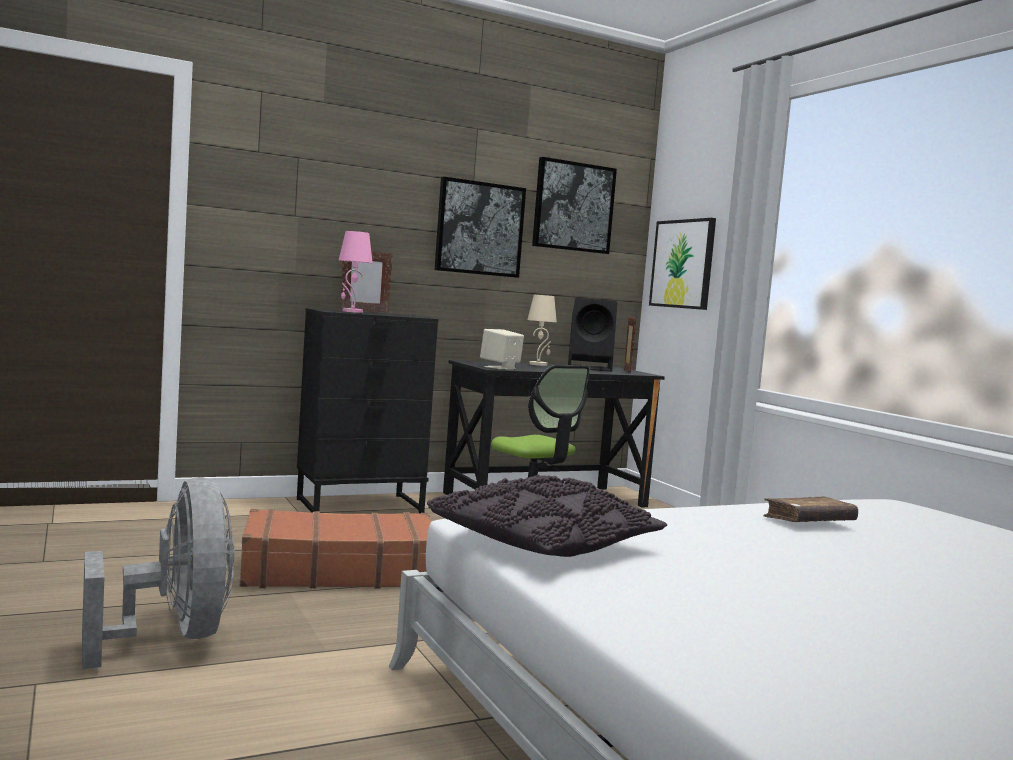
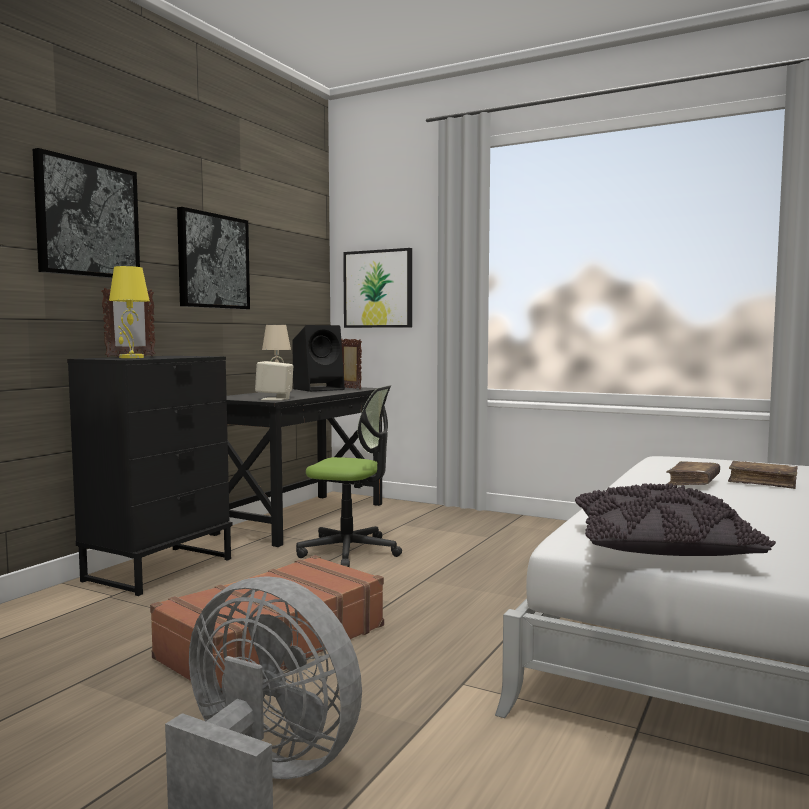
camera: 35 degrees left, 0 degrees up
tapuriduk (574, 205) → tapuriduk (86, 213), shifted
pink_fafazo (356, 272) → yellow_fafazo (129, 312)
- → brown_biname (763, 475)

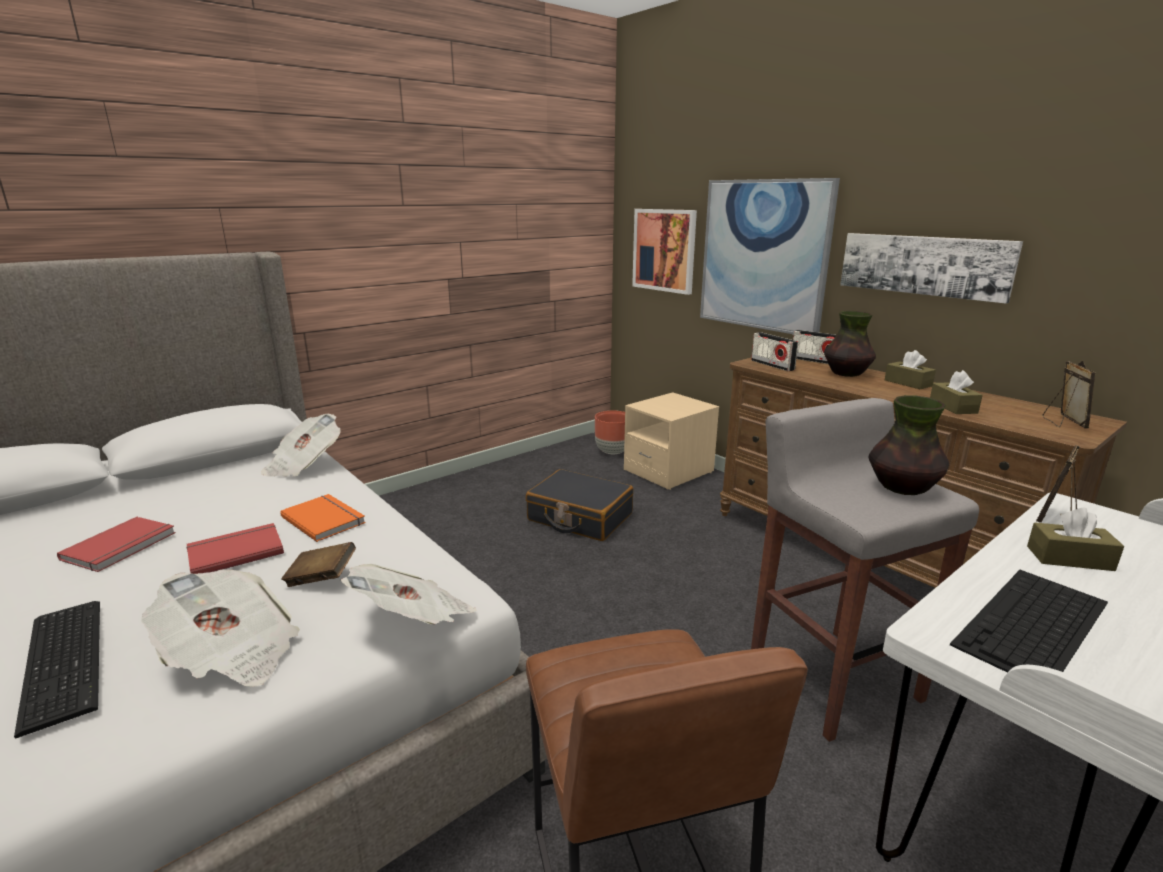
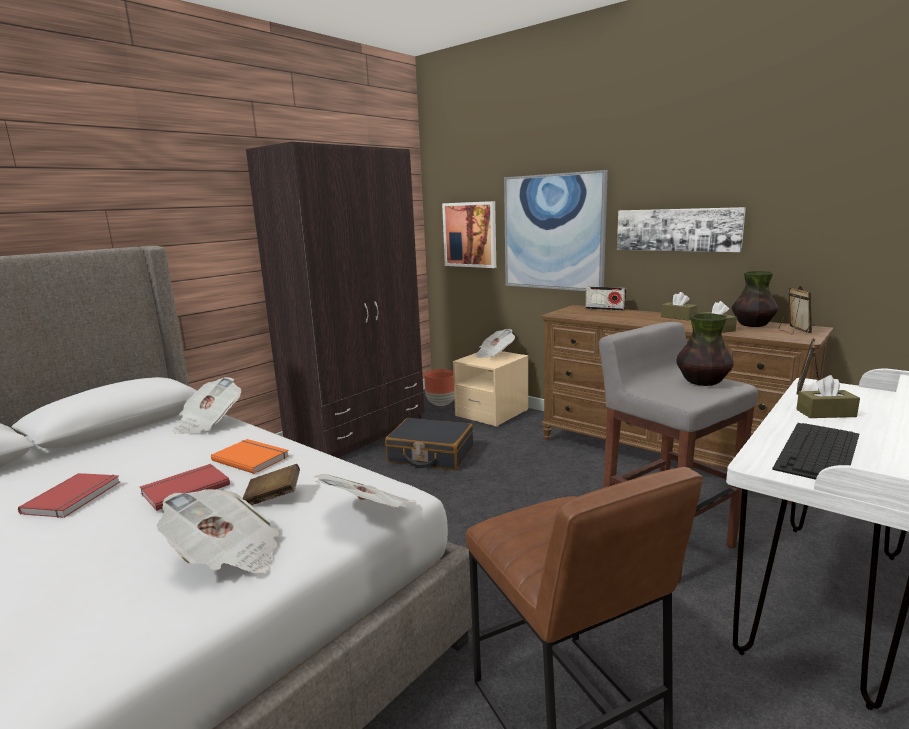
camera: 10 degrees left, 5 degrees down
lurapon (850, 344) → lurapon (755, 299), shifted
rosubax (774, 351) → -
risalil (57, 670) → -
- → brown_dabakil (335, 300)
- → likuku (494, 343)

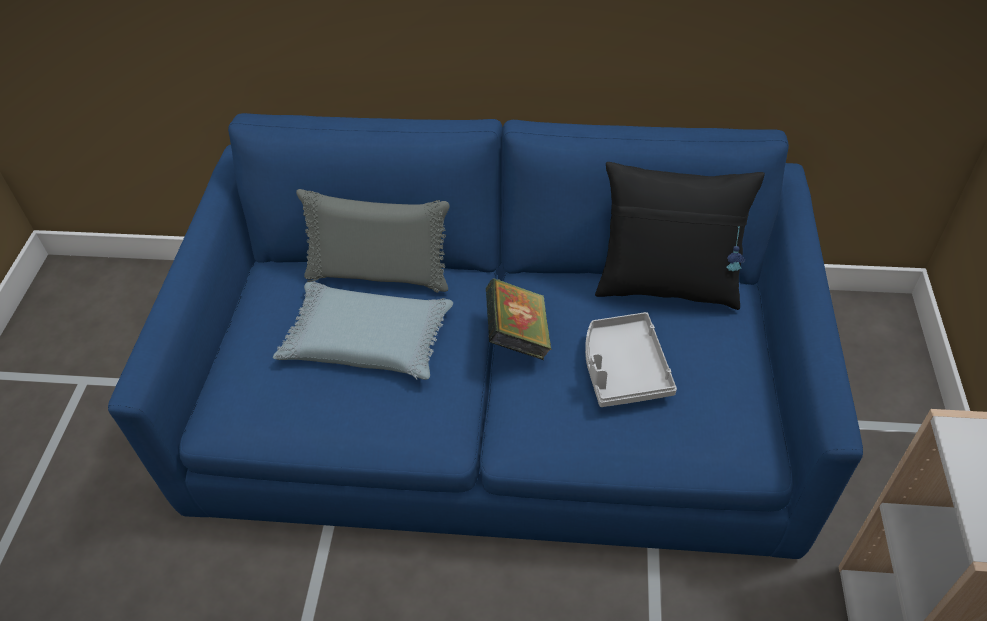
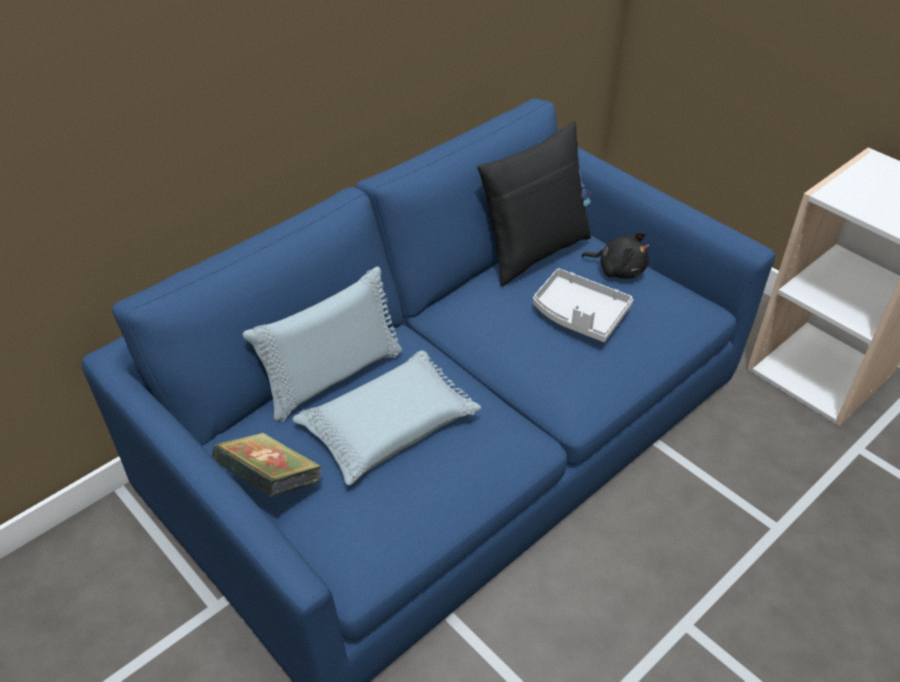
camera: 50 degrees left, 5 degrees down
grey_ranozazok (372, 241) → blue_ranozazok (322, 344)
biname (519, 319) → biname (267, 465), shifted
- → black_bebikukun (615, 255)

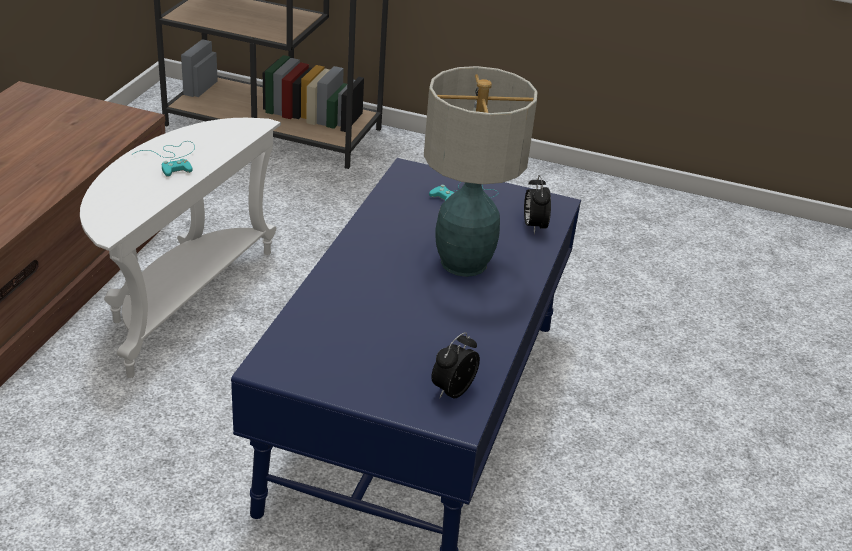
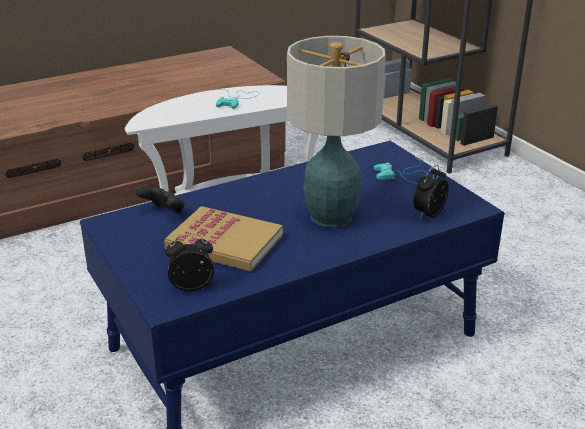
camera: 45 degrees right, 5 degrees down
- → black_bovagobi (160, 199)
- → biname (223, 239)

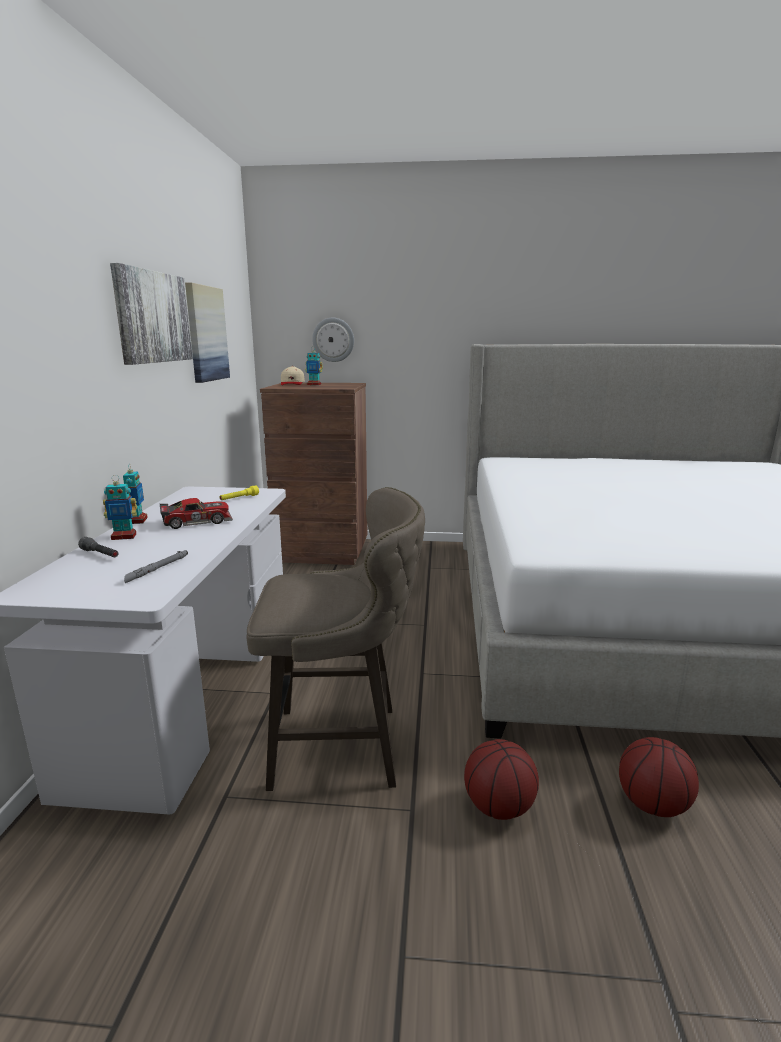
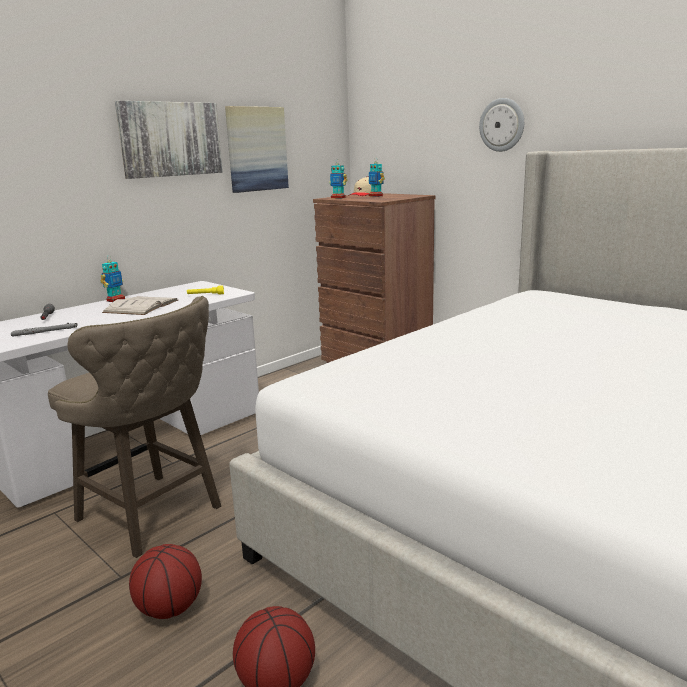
camera: 40 degrees right, 0 degrees up
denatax (333, 340) → denatax (501, 125), shifted
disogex (120, 507) → disogex (338, 180), shifted
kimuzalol (196, 513) → white_biname (140, 305)

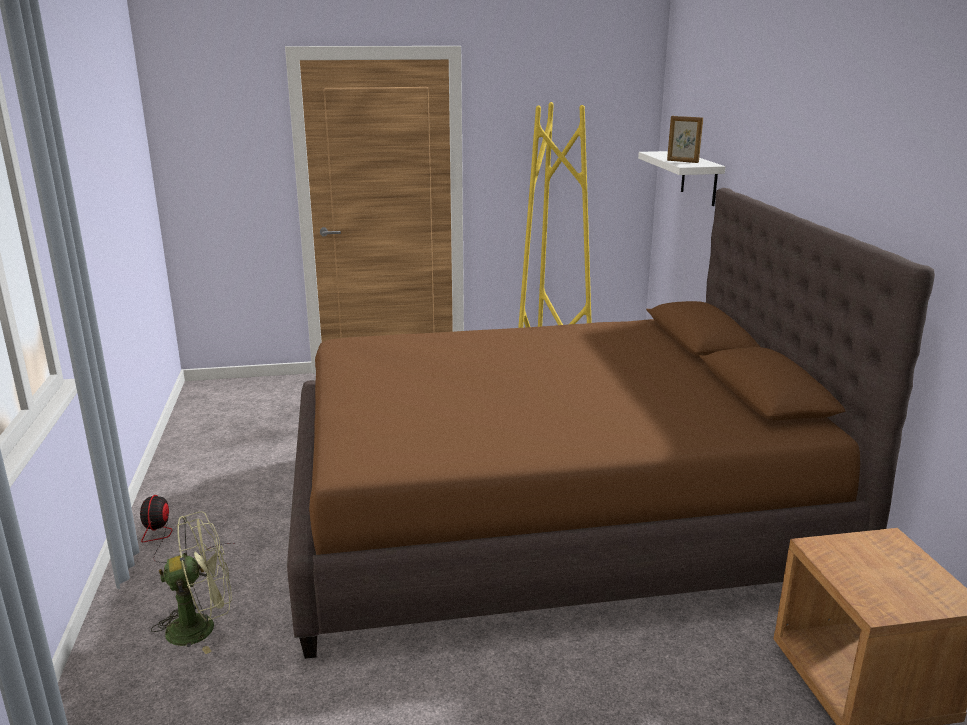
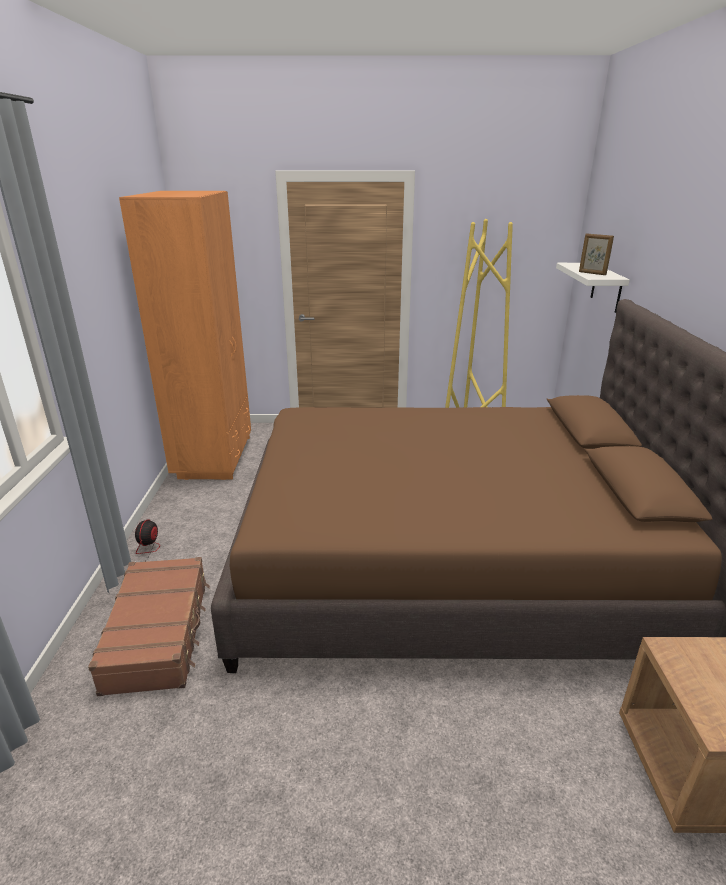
camera: 10 degrees right, 5 degrees up
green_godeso (191, 582) → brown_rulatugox (149, 626)
- → orange_dabakil (185, 335)

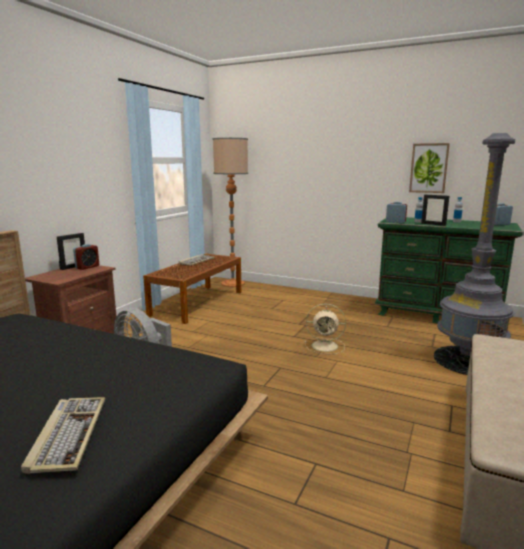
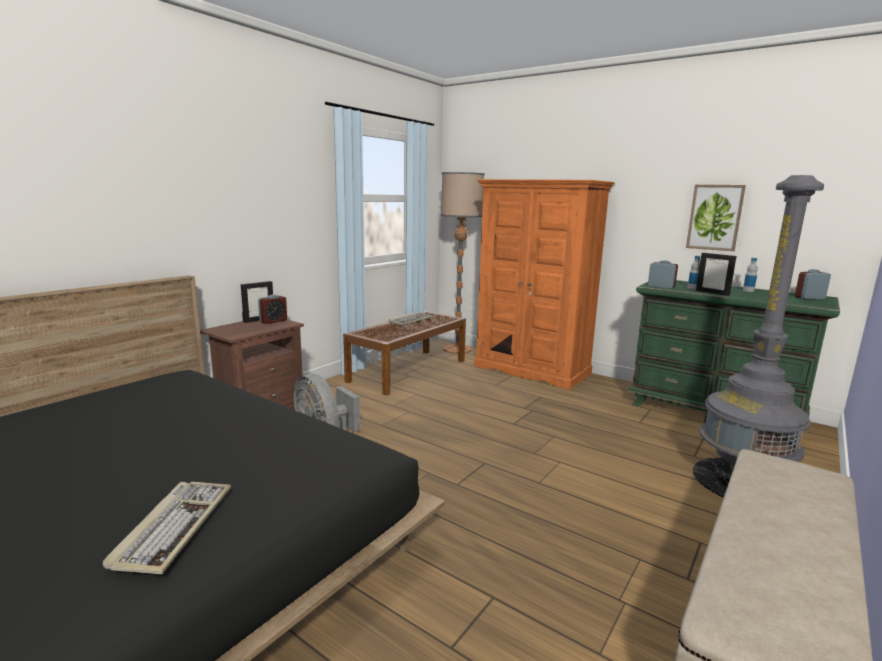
camera: 10 degrees right, 0 degrees up
beige_godeso (325, 329) → -
- → orange_dabakil (544, 284)

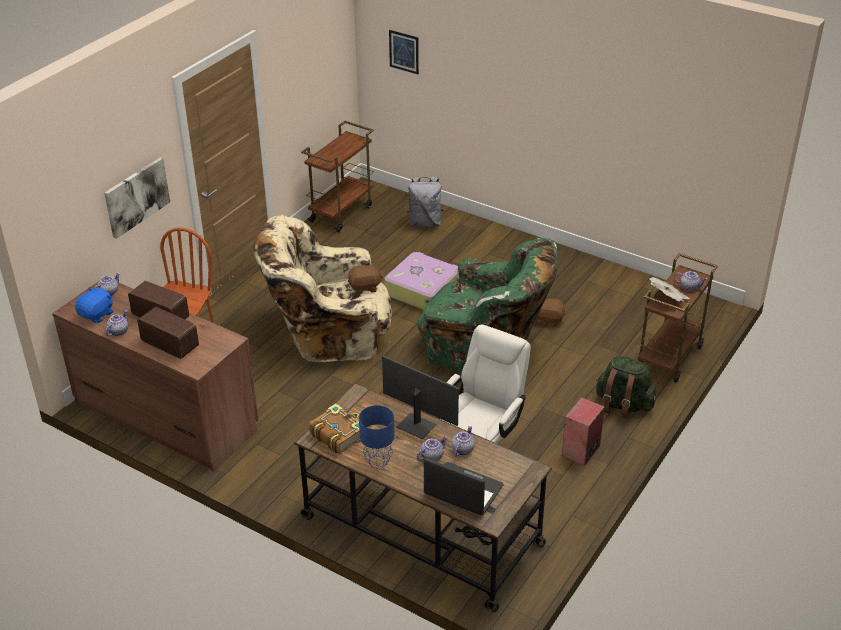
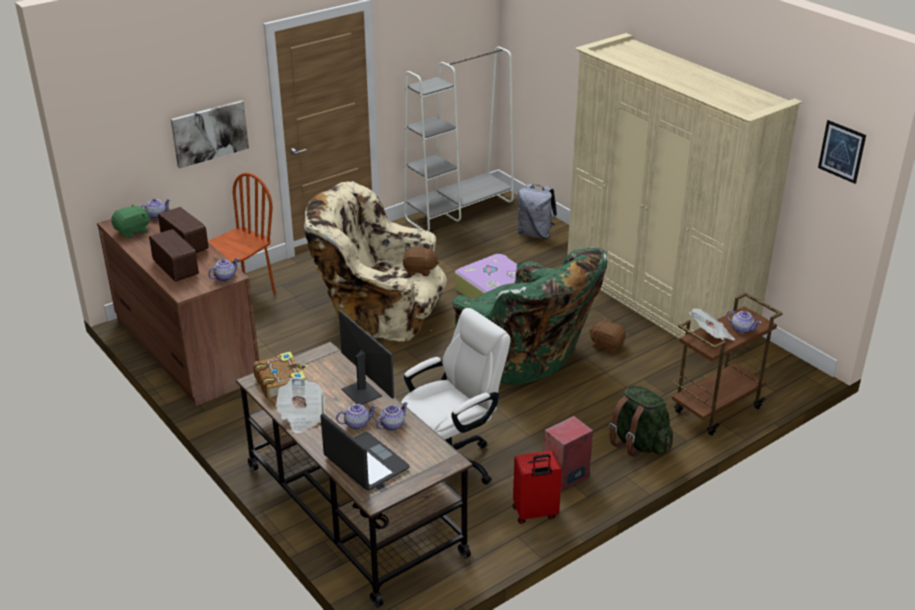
camera: 20 degrees right, 5 degrees down
tapuriduk (404, 52) → tapuriduk (842, 152), shifted
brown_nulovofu (337, 177) → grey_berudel (459, 138)
blue_bebikukun (94, 305) → green_bebikukun (130, 221)
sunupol (116, 323) → sunupol (223, 269), shifted
blue_fafazo (377, 437) → likuku (300, 405)
- → beige_dabakil (685, 186)
- → red_rulatugox (537, 487)

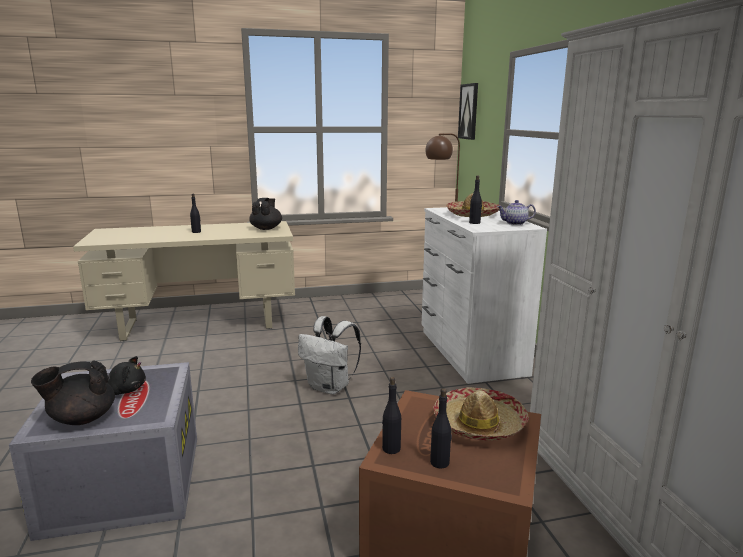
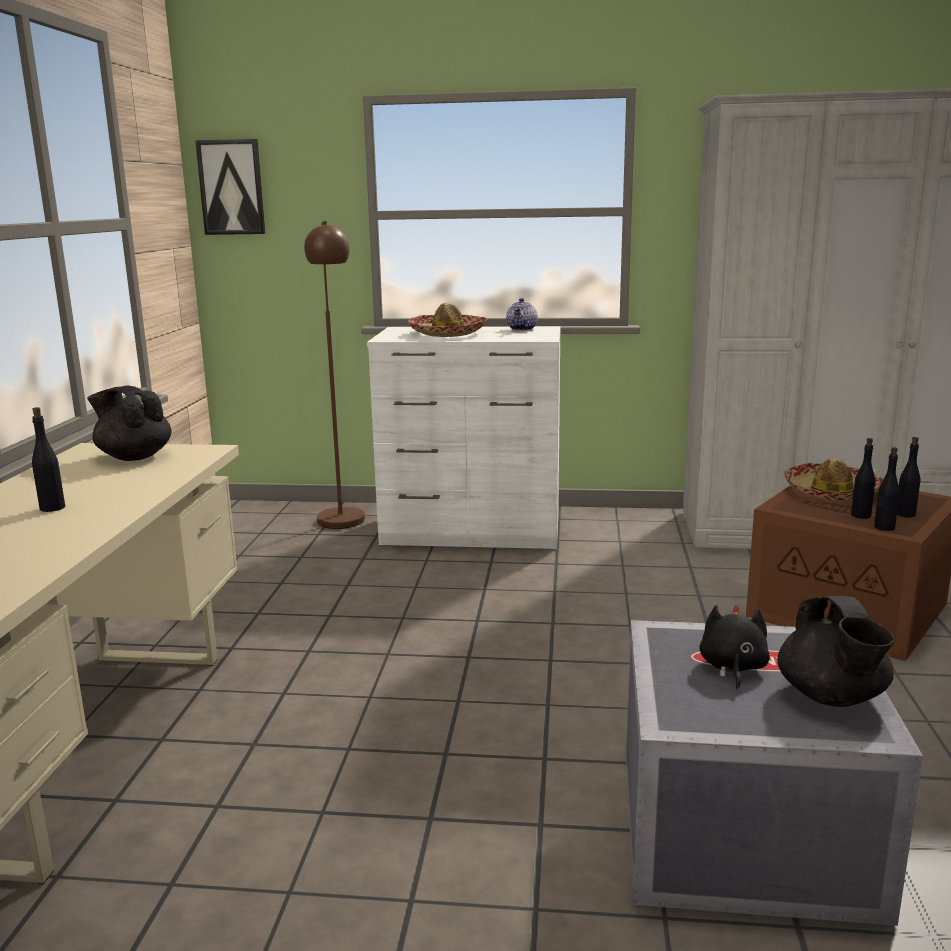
camera: 70 degrees left, 0 degrees up
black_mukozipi (475, 199) → black_mukozipi (863, 478), shifted
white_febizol (329, 355) → -

